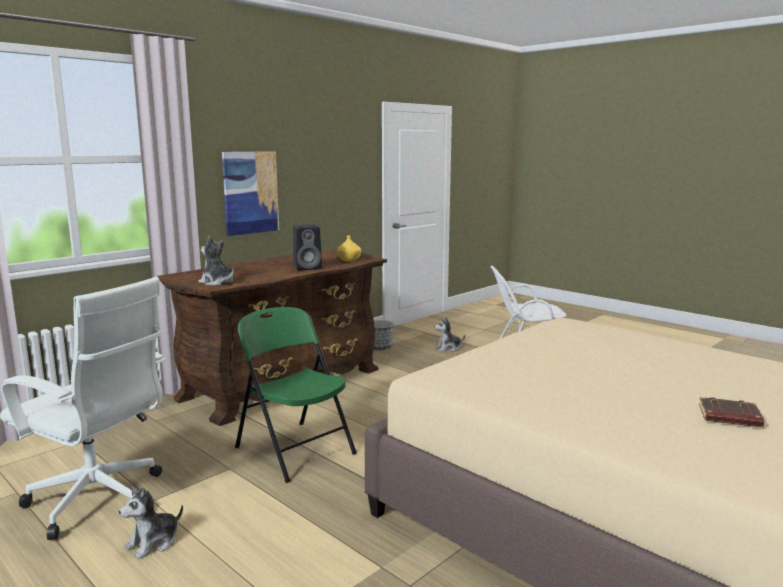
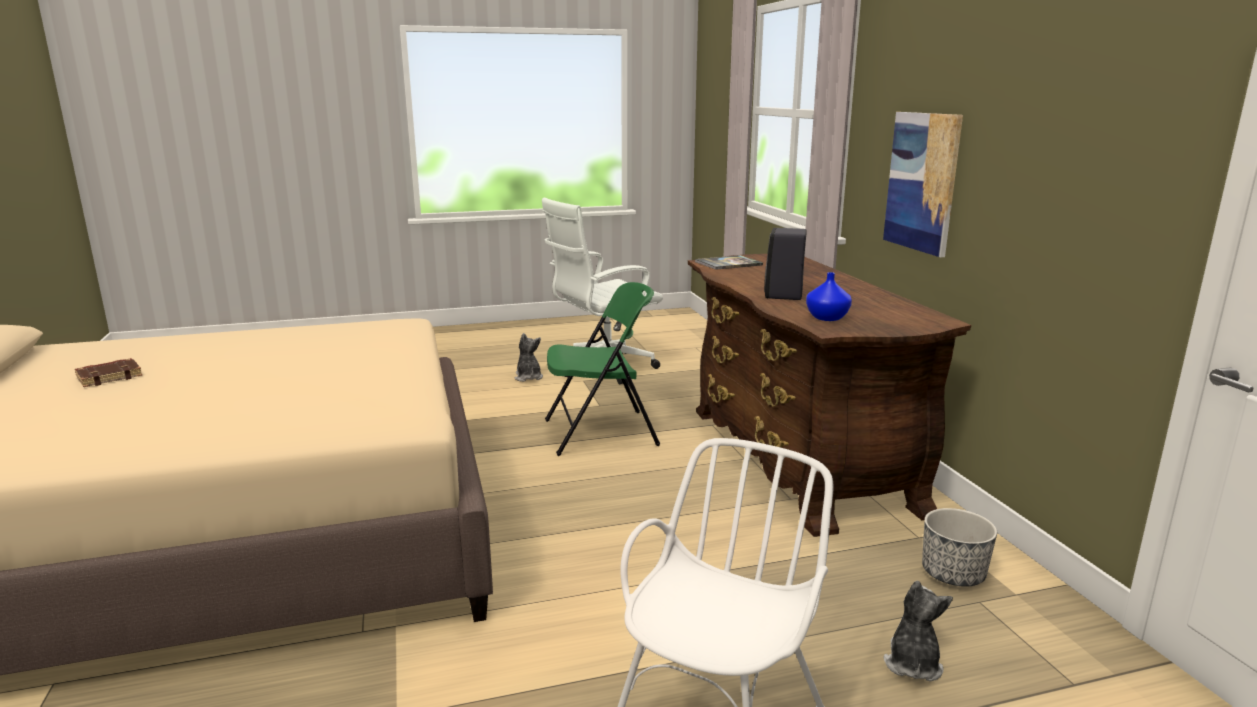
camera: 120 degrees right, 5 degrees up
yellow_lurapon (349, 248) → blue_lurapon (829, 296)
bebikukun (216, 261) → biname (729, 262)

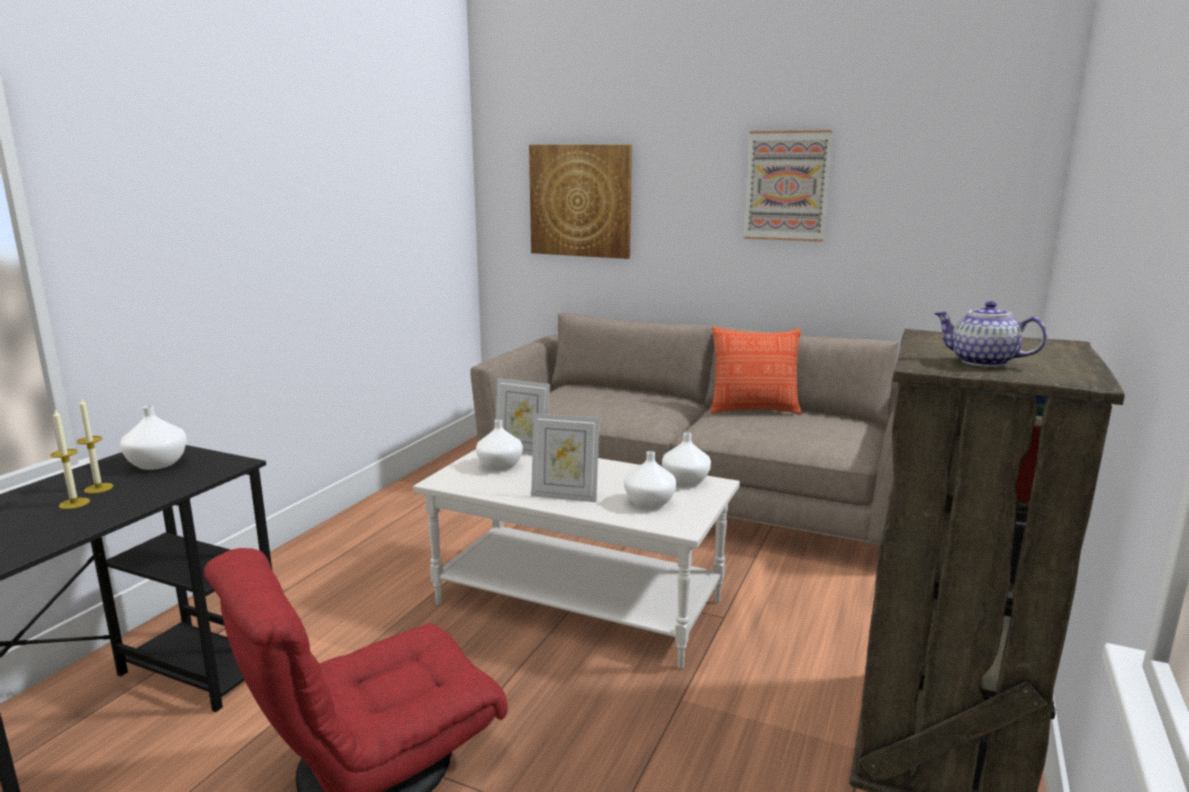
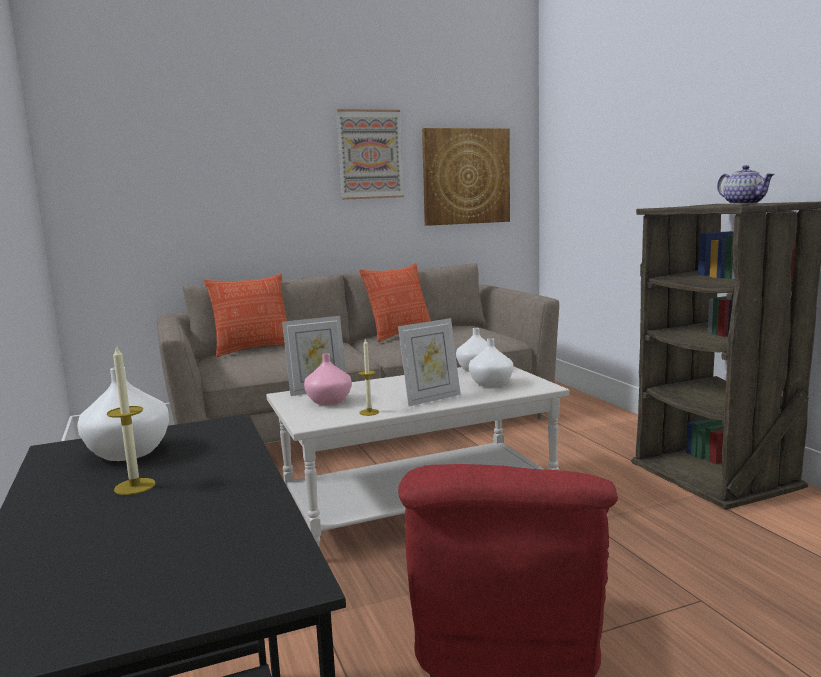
camera: 45 degrees left, 5 degrees down
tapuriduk (580, 201) → tapuriduk (466, 177), shifted
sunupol (990, 334) → sunupol (746, 185), 105 degrees counterclockwise
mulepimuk (70, 459) → mulepimuk (368, 377), shifted
white_lurapon (499, 445) → pink_lurapon (328, 379)
- → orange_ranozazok (245, 315)

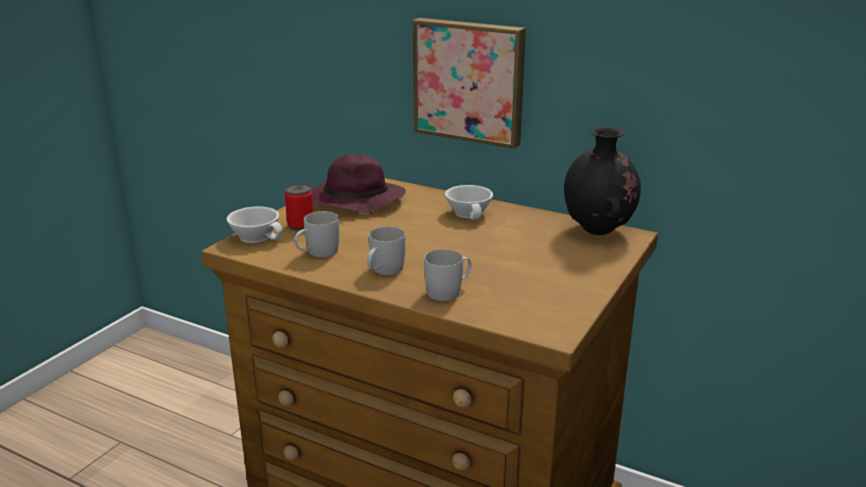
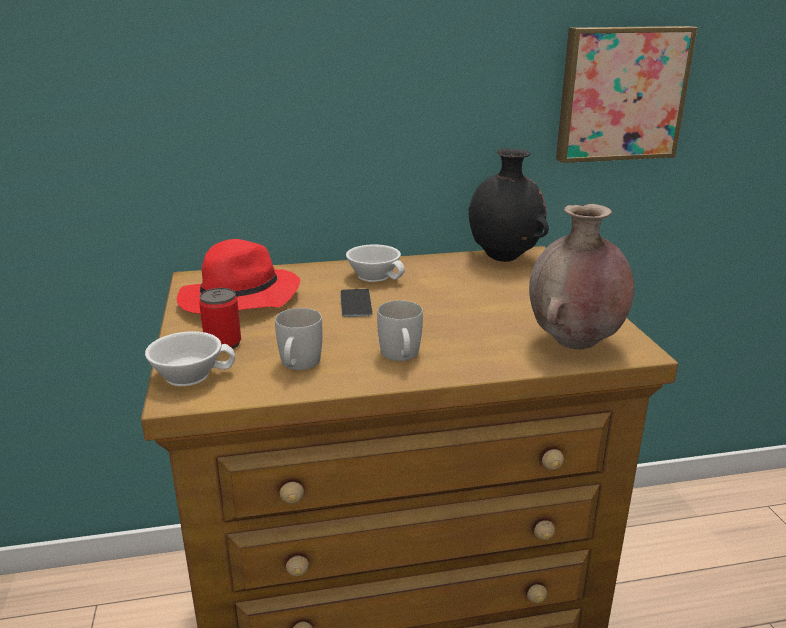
camera: 40 degrees left, 0 degrees up
tapuriduk (469, 83) → tapuriduk (627, 94), shifted
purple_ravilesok (359, 183) → red_ravilesok (238, 276)
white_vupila (448, 275) → -
- → brown_lurapon (581, 276)
- → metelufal (356, 303)

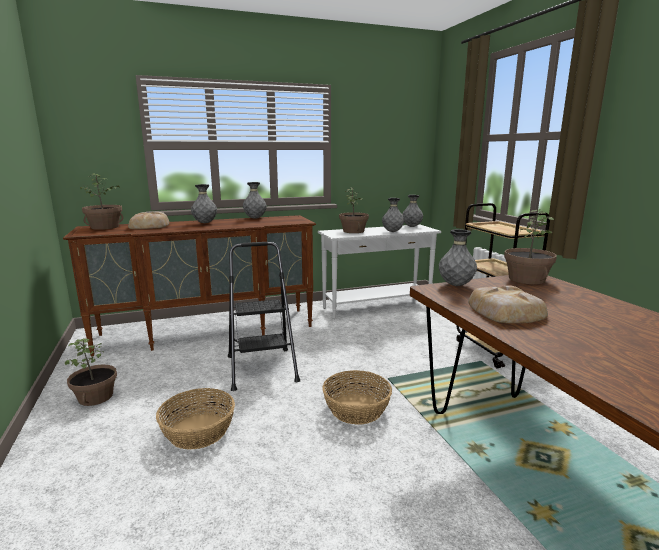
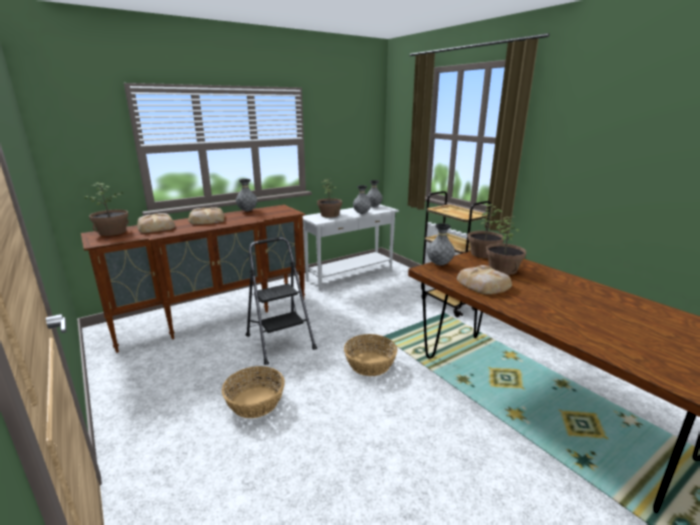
camera: 15 degrees left, 5 degrees up
grey_lurapon (204, 203) → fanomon (206, 215)
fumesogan (91, 372) → fumesogan (506, 245), shifted

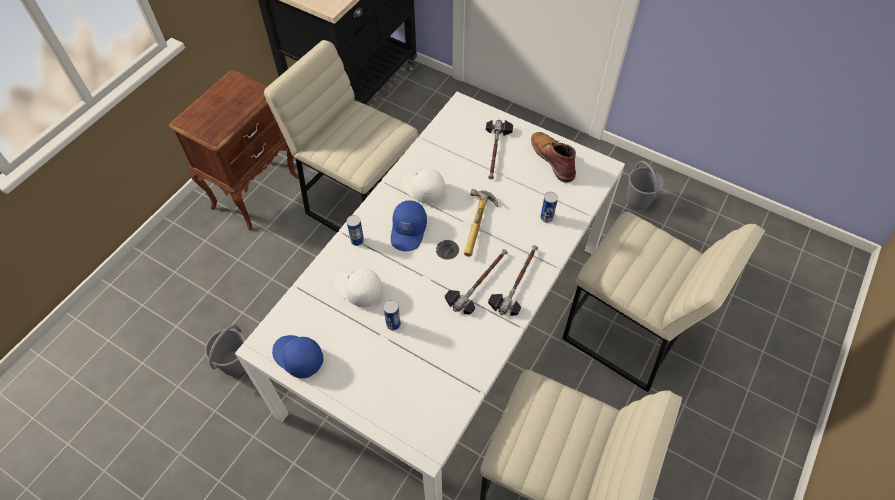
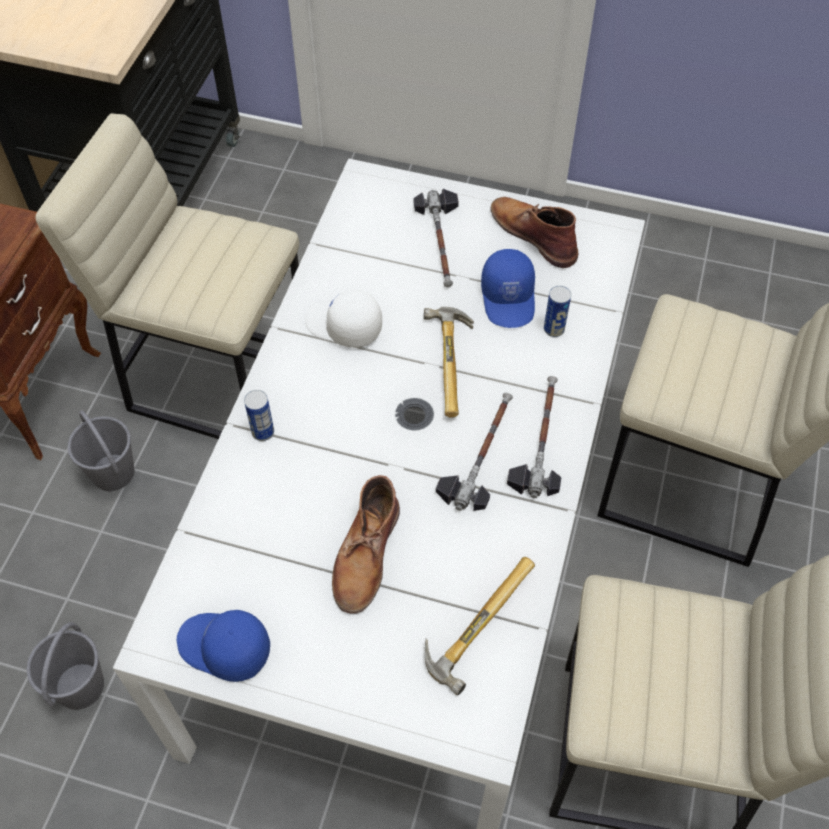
camera: 15 degrees left, 0 degrees up
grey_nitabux (645, 185) → grey_nitabux (101, 450), shifted
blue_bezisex (409, 225) → blue_bezisex (508, 288), shifted
white_bezisex (358, 288) → -
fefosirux (392, 315) → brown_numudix (366, 544)
- → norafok (480, 626)

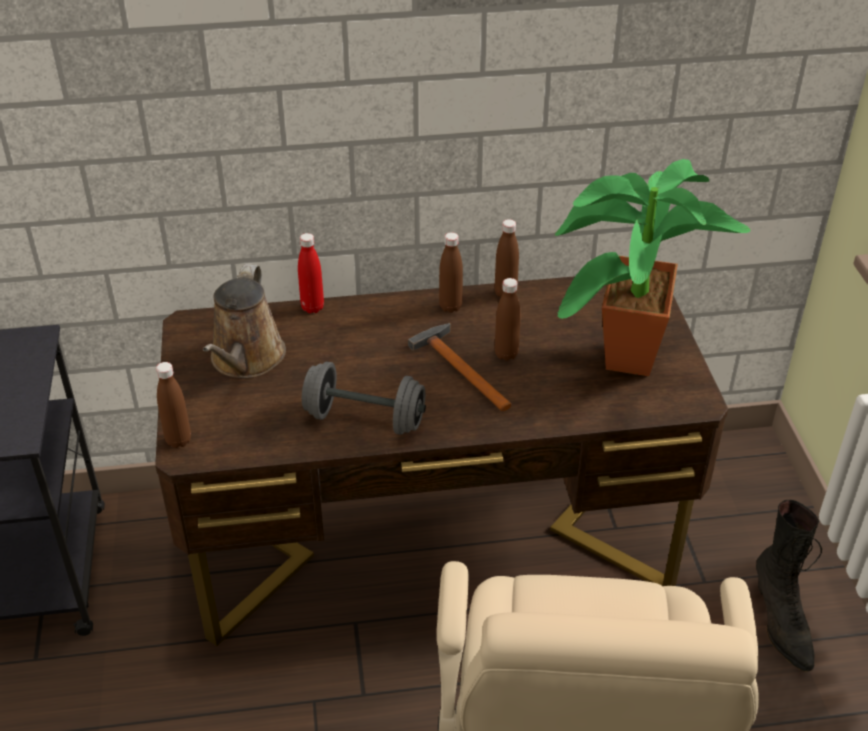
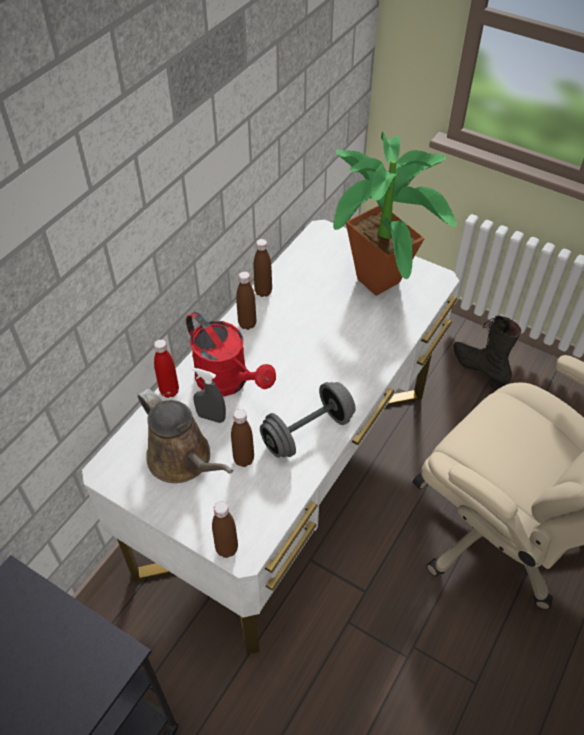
camera: 50 degrees left, 10 degrees up
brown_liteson (441, 461) → white_liteson (270, 437)
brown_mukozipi (507, 319) → brown_mukozipi (242, 438), shifted
norafok (460, 367) → -
black_numudix (789, 586) → black_numudix (487, 353), 150 degrees counterclockwise
- → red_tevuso (231, 354)
- → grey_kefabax (209, 395)

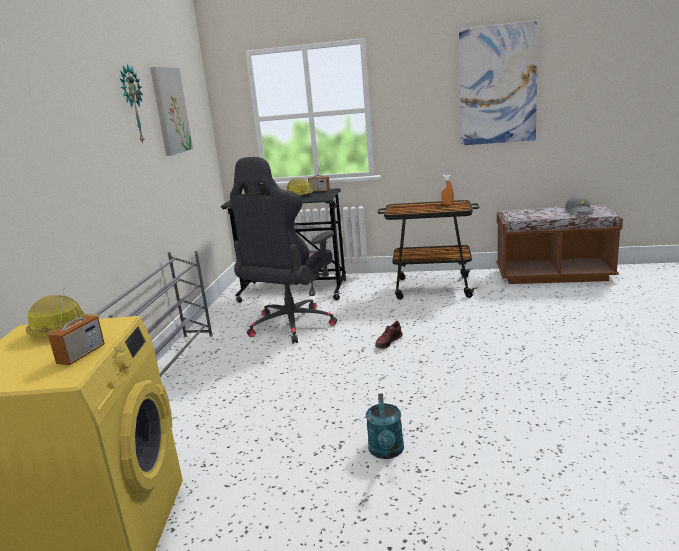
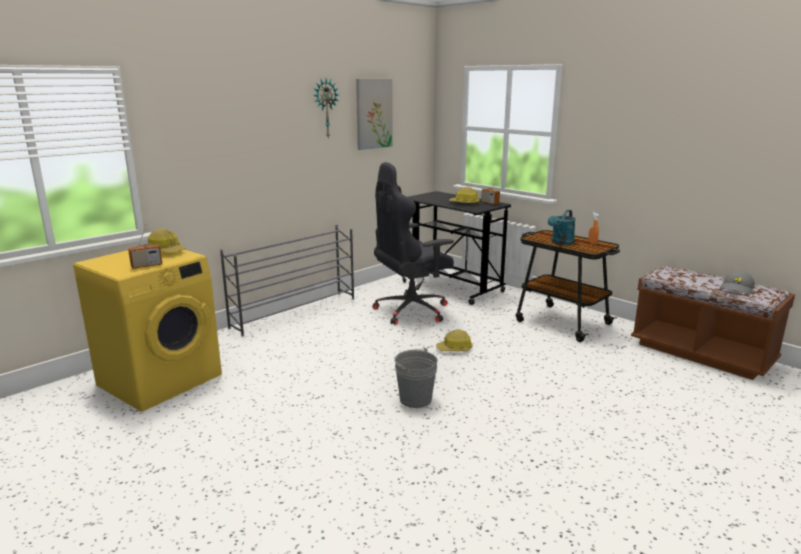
camera: 35 degrees right, 0 degrees up
tapuriduk (499, 82) → -
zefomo (389, 335) → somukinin (454, 341)
turquoise_tevuso (385, 426) → turquoise_tevuso (562, 227), shifted
- → grey_nitabux (416, 378)

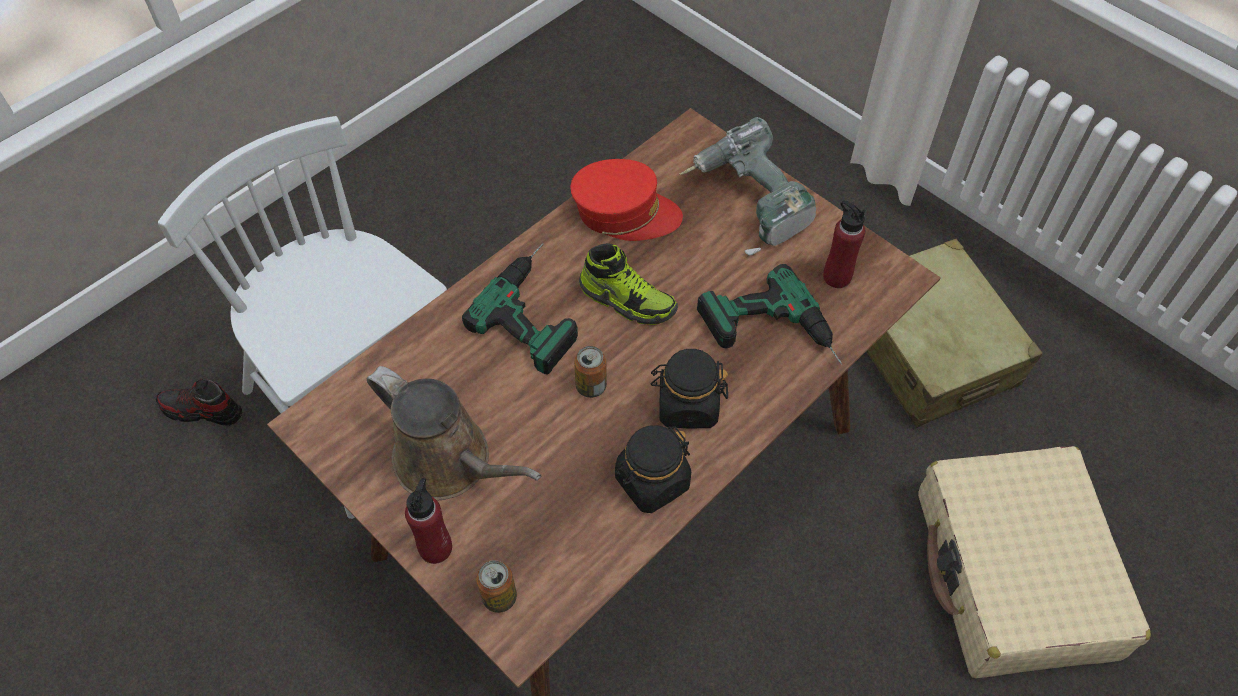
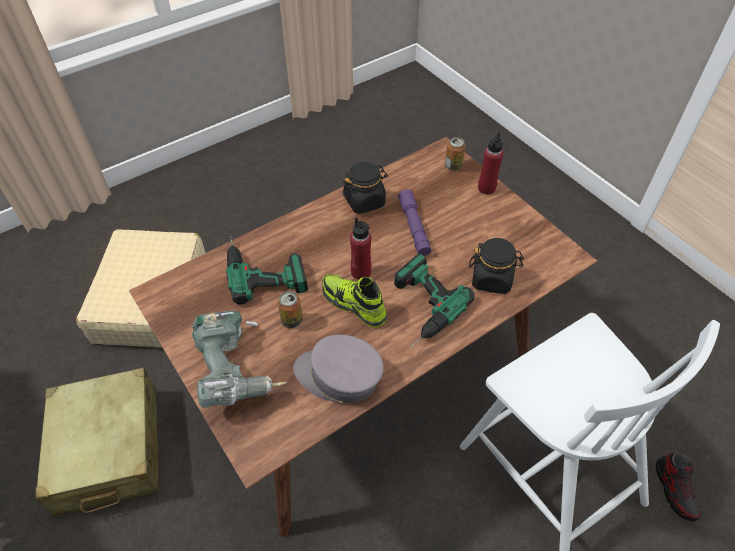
camera: 170 degrees left, 5 degrees down
red_bezisex (626, 200) → grey_bezisex (338, 368)
red_mukozipi (844, 244) → red_mukozipi (360, 248), shifted
fefosirux (590, 372) → fefosirux (290, 309), shifted
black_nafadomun (689, 388) → black_nafadomun (496, 266), shifted
brown_tevuso (454, 433) → -
zefomo (199, 402) → zefomo (678, 486), 60 degrees clockwise
- → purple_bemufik (414, 222)

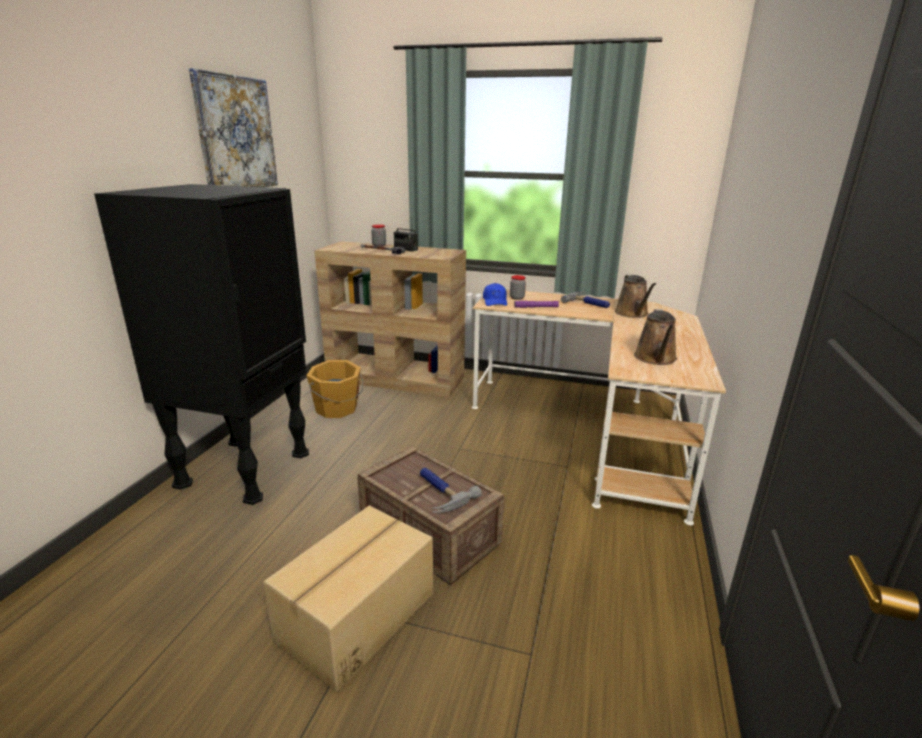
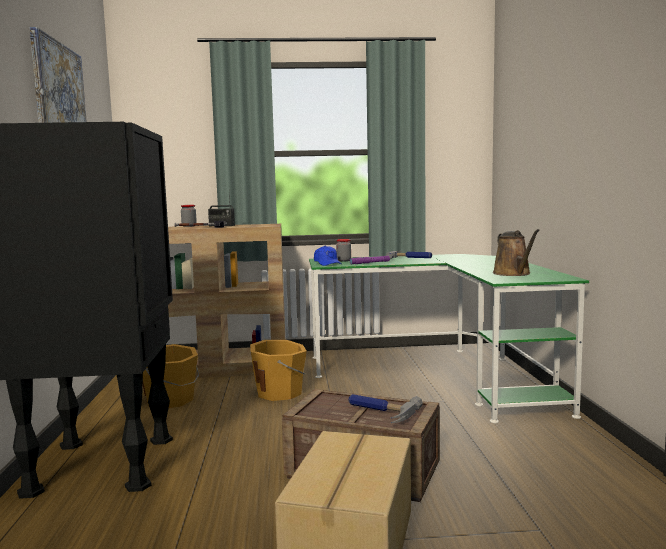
camera: 20 degrees left, 15 degrees down
brown_tevuso (635, 296) → -
beige_liteson (599, 408) → green_liteson (449, 338)
- → orange_nitabux (278, 370)

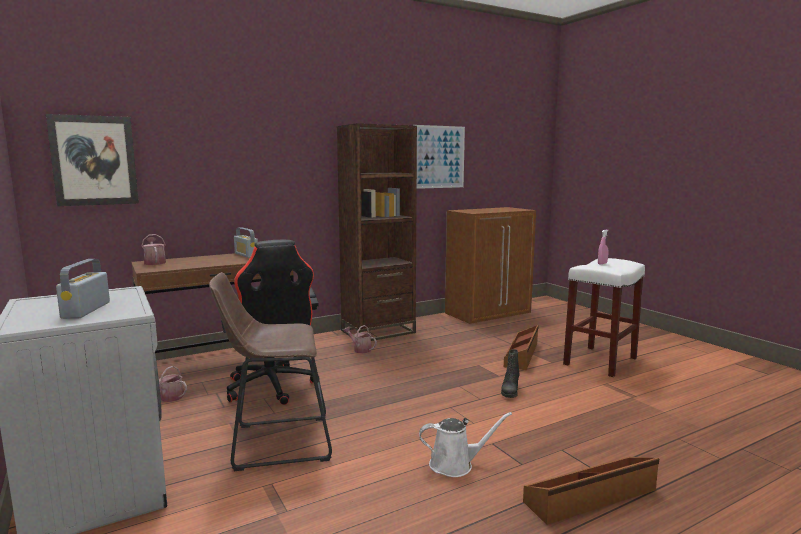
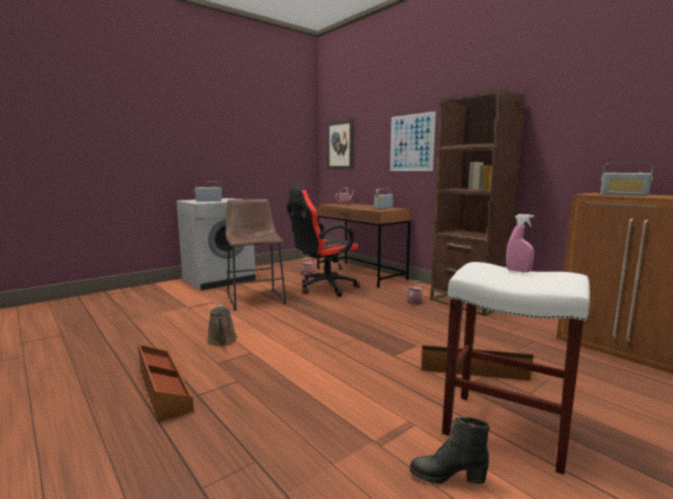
camera: 80 degrees right, 0 degrees up
tapuriduk (439, 157) → tapuriduk (413, 141), shifted
black_numudix (510, 373) → black_numudix (450, 450), shifted
white_tevuso (465, 444) → brown_tevuso (222, 325)
- → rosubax (626, 179)

